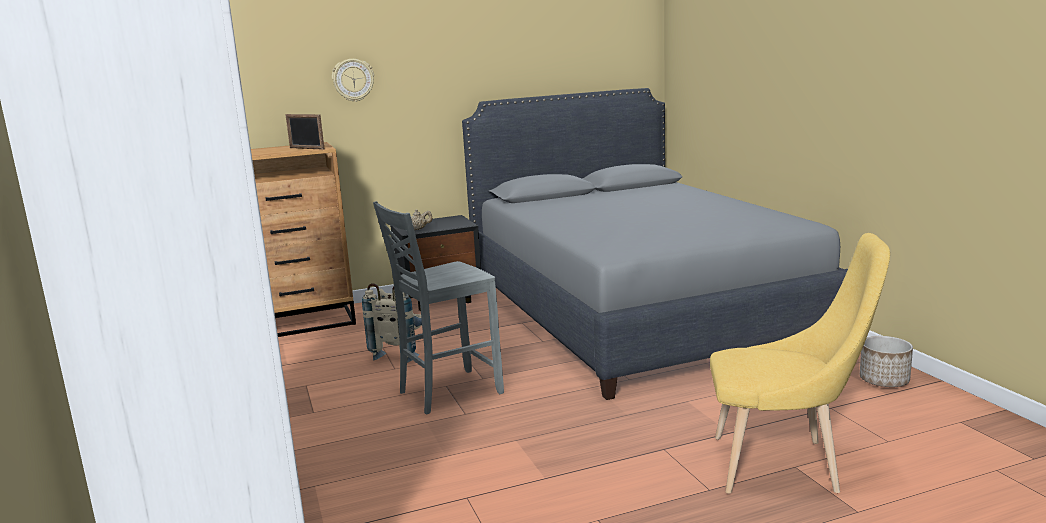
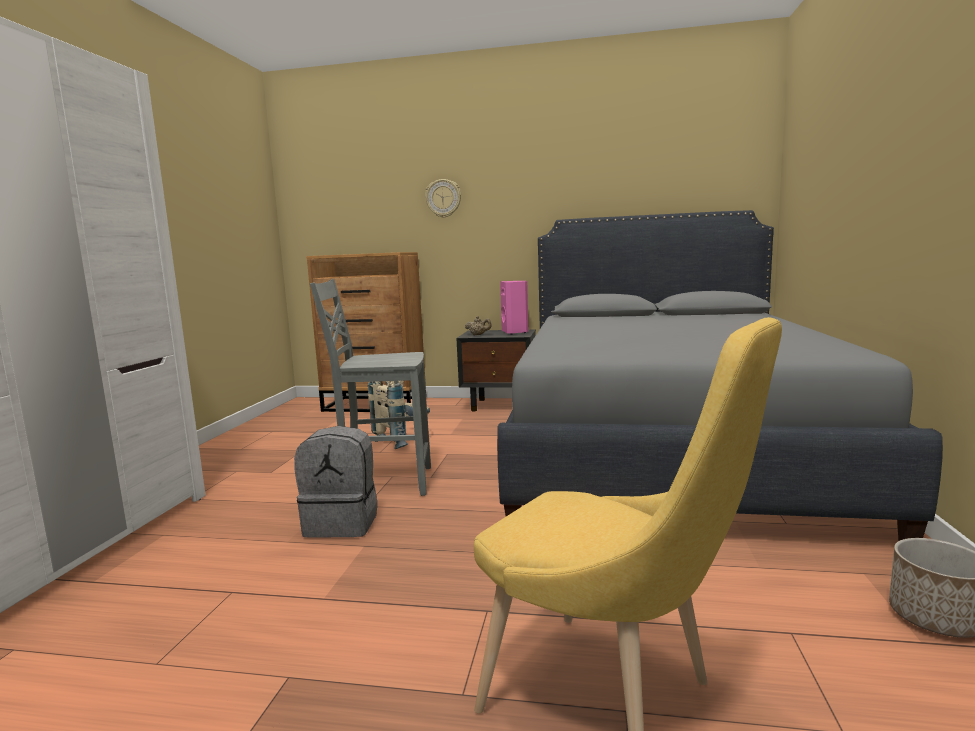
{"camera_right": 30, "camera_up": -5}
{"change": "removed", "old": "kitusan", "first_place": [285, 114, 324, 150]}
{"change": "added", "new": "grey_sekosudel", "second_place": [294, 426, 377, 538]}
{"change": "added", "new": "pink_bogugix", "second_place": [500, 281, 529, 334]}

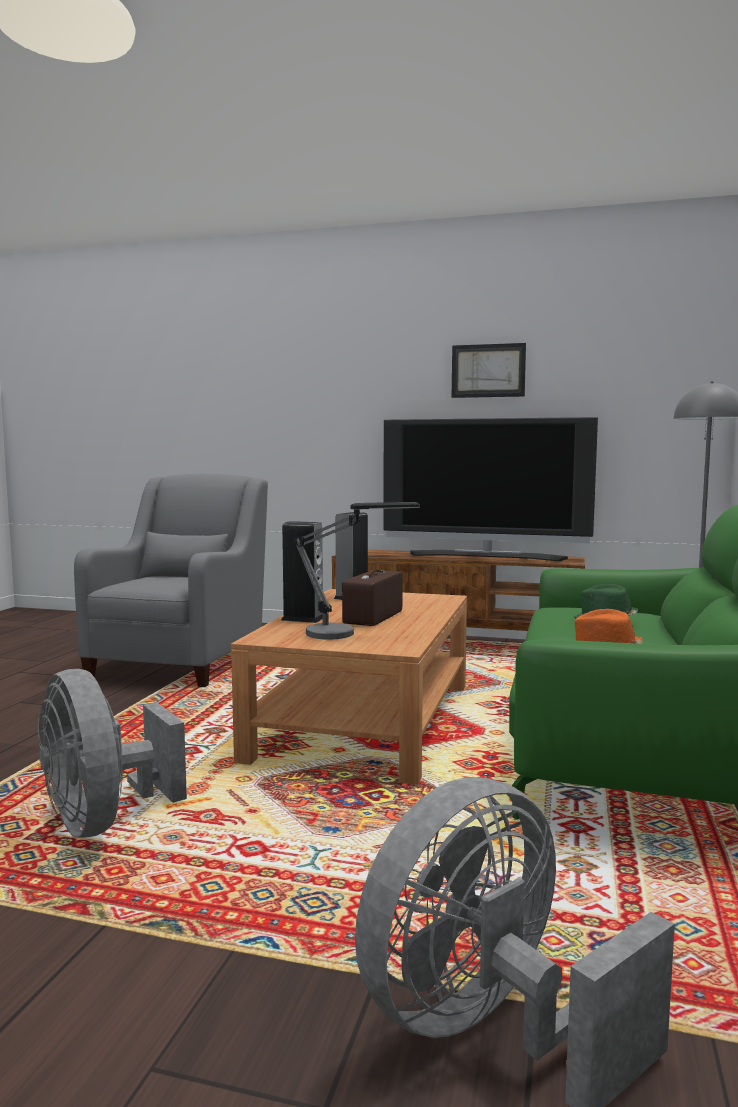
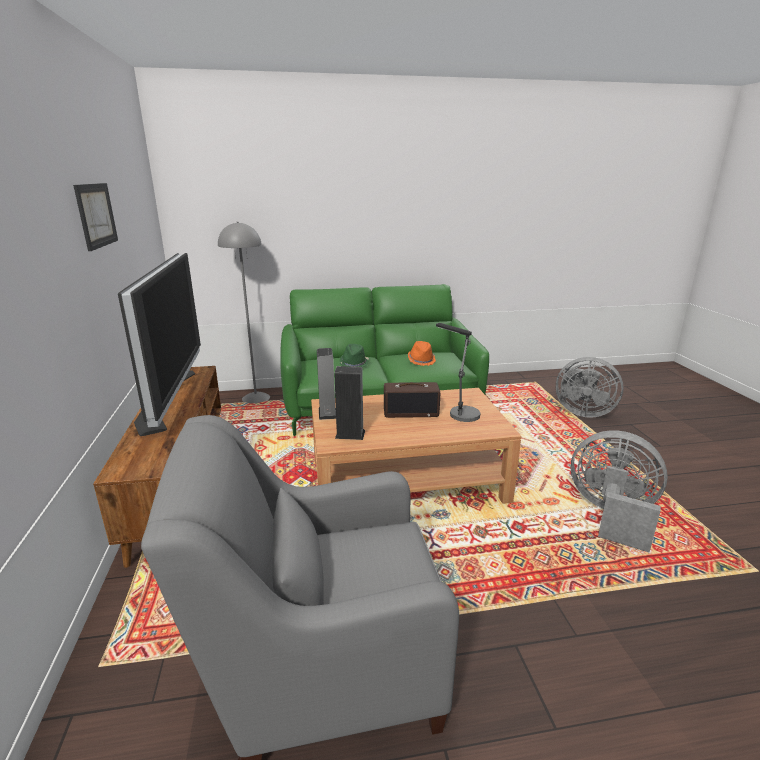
{"camera_right": -115, "camera_up": 15}
{"change": "moved", "old": "bogugix", "first_place": [281, 521, 323, 623], "second_place": [317, 348, 336, 420]}
{"change": "turned", "old": "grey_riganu", "first_place": [38, 669, 187, 838], "second_place": [571, 430, 668, 553], "degrees": -90}

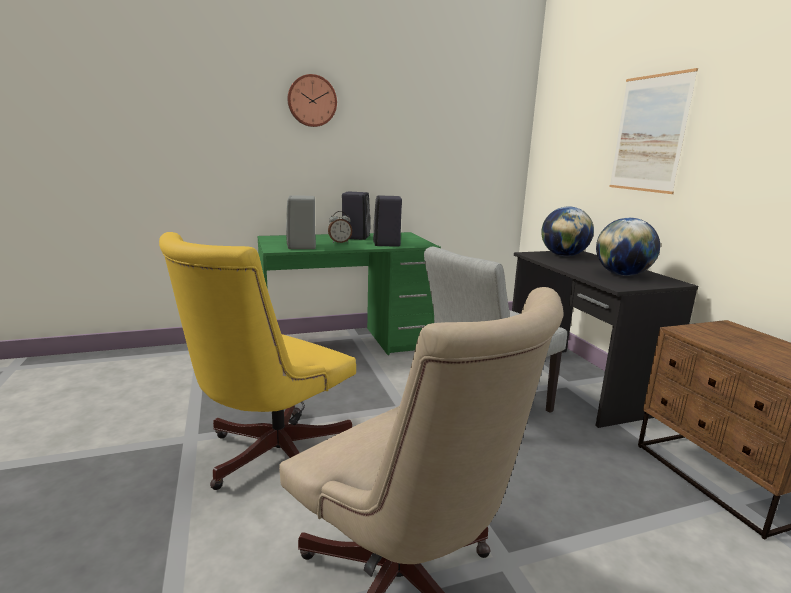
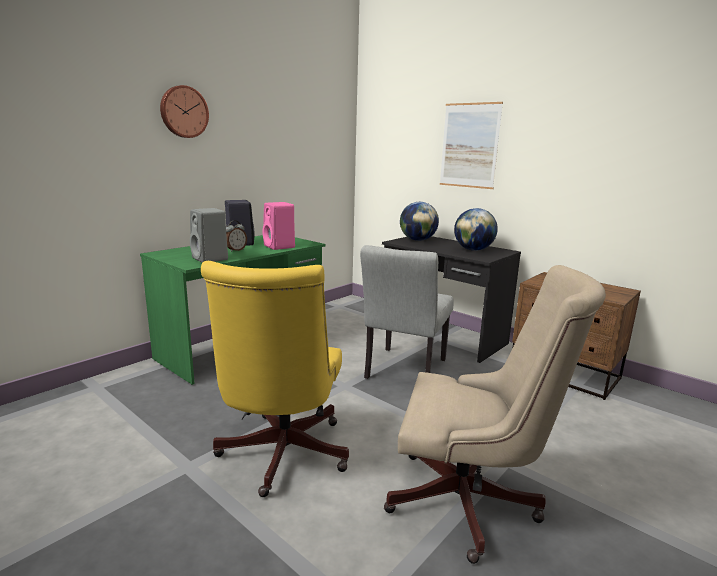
{"camera_right": -30, "camera_up": 0}
{"change": "recoloured", "old": "black_bogugix", "new": "pink_bogugix", "first_place": [373, 195, 402, 247], "second_place": [263, 202, 295, 250]}

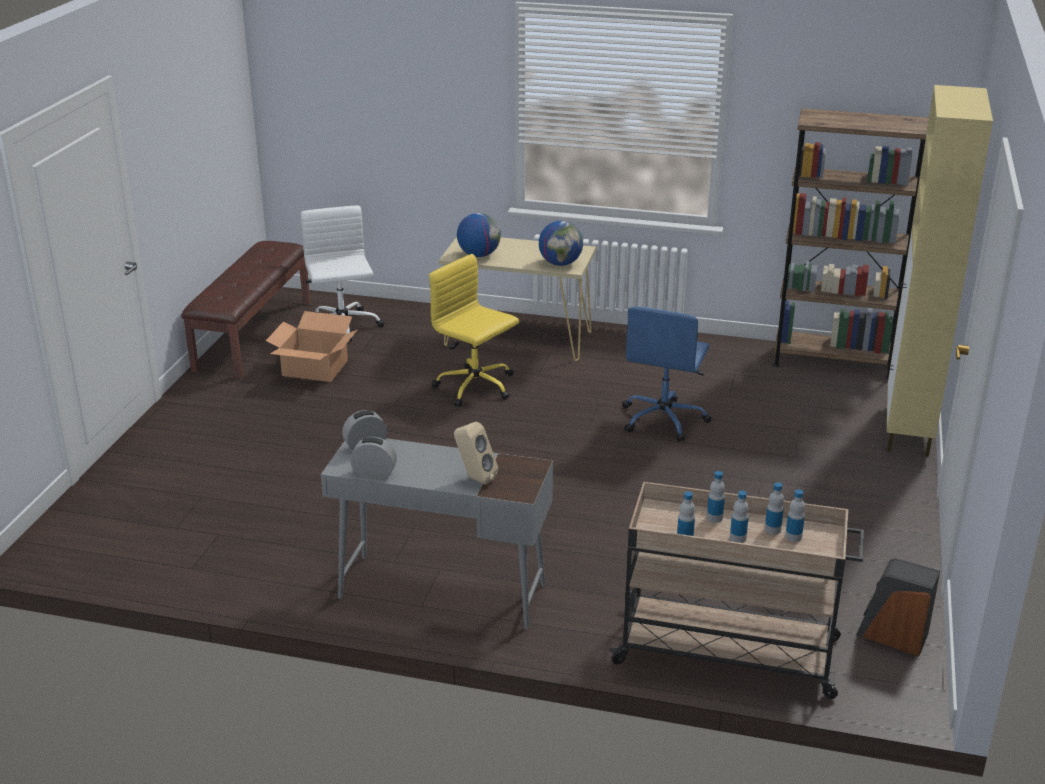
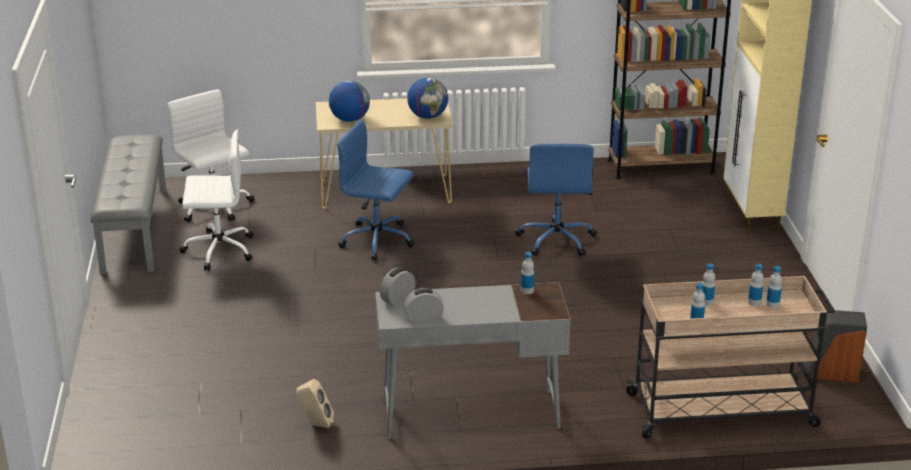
{"camera_right": -20, "camera_up": 0}
{"change": "moved", "old": "beige_bogugix", "first_place": [454, 422, 498, 485], "second_place": [296, 379, 334, 428]}
{"change": "moved", "old": "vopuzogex", "first_place": [730, 491, 749, 543], "second_place": [521, 252, 534, 294]}
{"change": "replaced", "old": "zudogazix", "new": "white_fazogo", "first_place": [266, 311, 358, 382], "second_place": [180, 129, 253, 271]}
{"change": "recoloured", "old": "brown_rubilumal", "new": "grey_rubilumal", "first_place": [181, 241, 310, 379], "second_place": [91, 134, 166, 274]}
{"change": "recoloured", "old": "yellow_fazogo", "new": "blue_fazogo", "first_place": [429, 254, 519, 407], "second_place": [337, 119, 414, 261]}

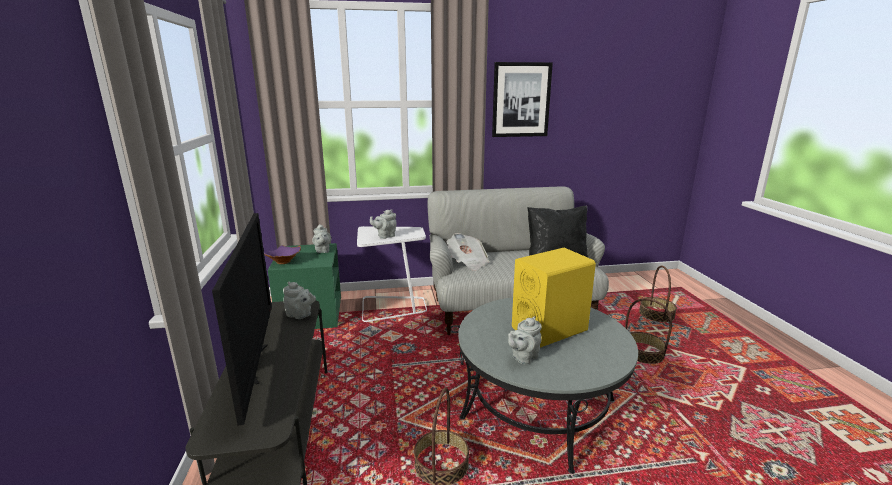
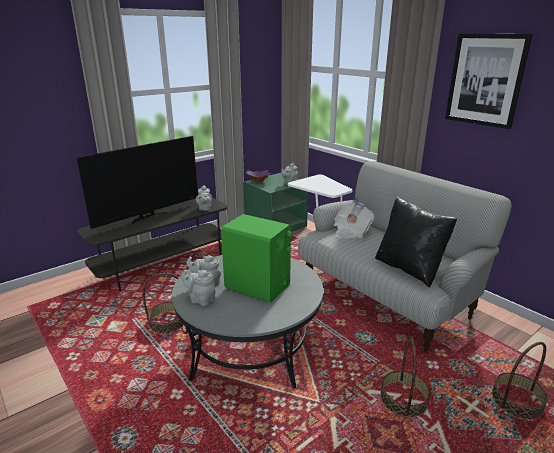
{"camera_right": 60, "camera_up": 5}
{"change": "moved", "old": "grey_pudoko", "first_place": [370, 209, 397, 239], "second_place": [181, 270, 216, 306]}
{"change": "recoloured", "old": "yellow_bogugix", "new": "green_bogugix", "first_place": [512, 248, 596, 348], "second_place": [221, 214, 293, 302]}

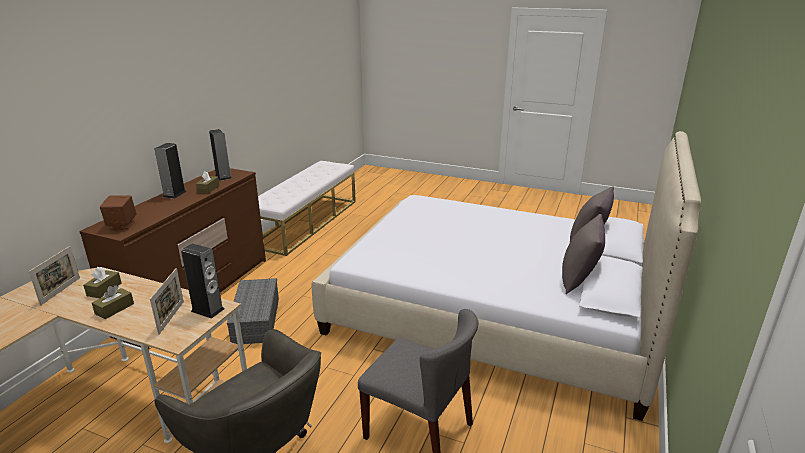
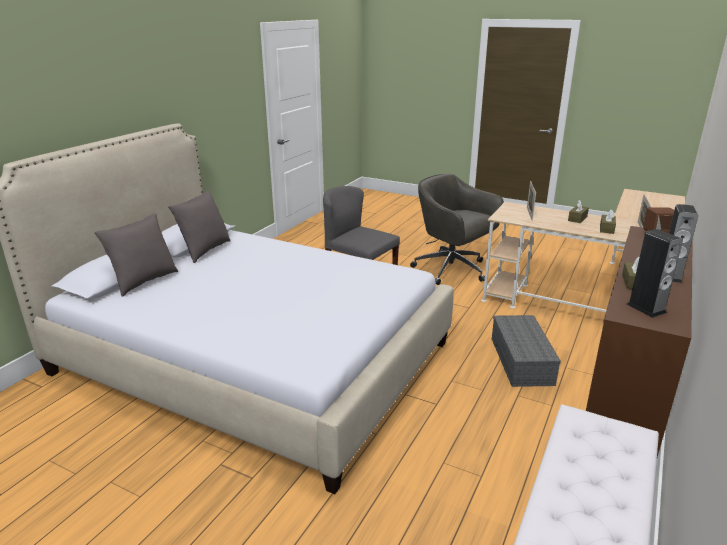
{"camera_right": -175, "camera_up": 0}
{"change": "removed", "old": "bogugix", "first_place": [181, 244, 224, 319]}

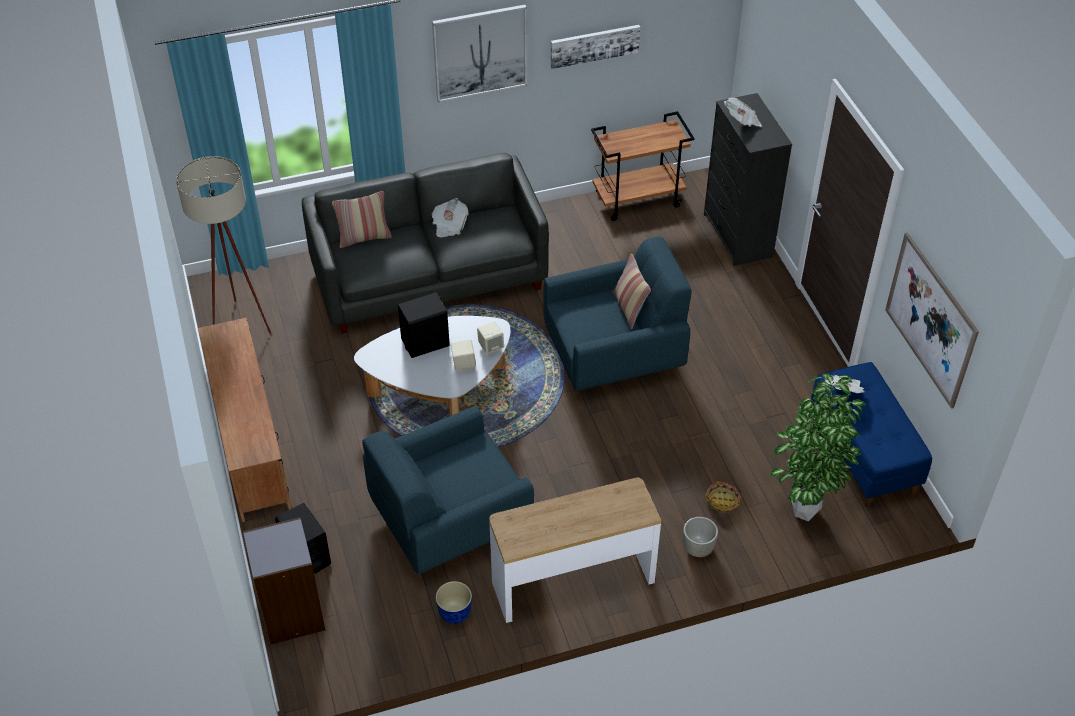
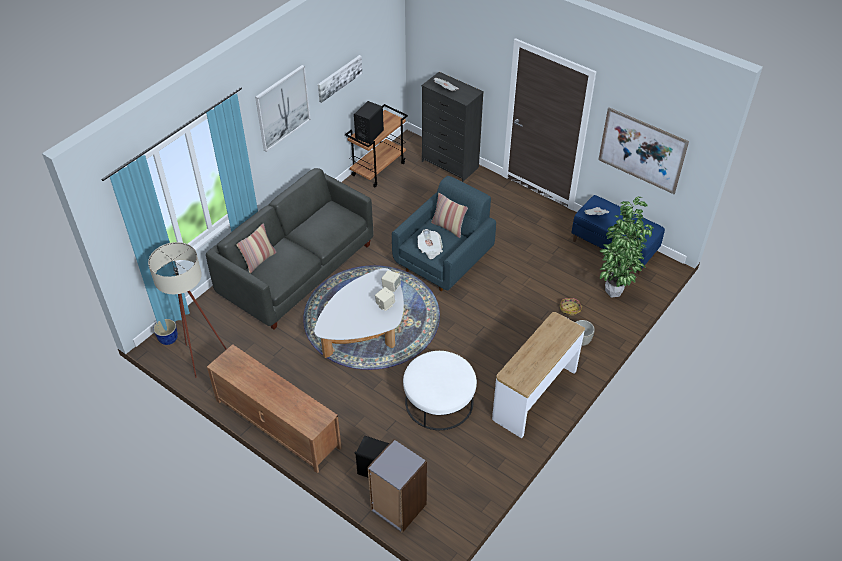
{"camera_right": -35, "camera_up": 0}
{"change": "moved", "old": "black_bogugix", "first_place": [398, 292, 450, 358], "second_place": [354, 101, 384, 144]}
{"change": "moved", "old": "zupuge", "first_place": [431, 198, 469, 237], "second_place": [417, 229, 443, 259]}
{"change": "moved", "old": "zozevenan", "first_place": [436, 581, 472, 624], "second_place": [154, 319, 178, 345]}
{"change": "replaced", "old": "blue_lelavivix", "new": "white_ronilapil", "first_place": [362, 405, 534, 574], "second_place": [403, 351, 477, 430]}

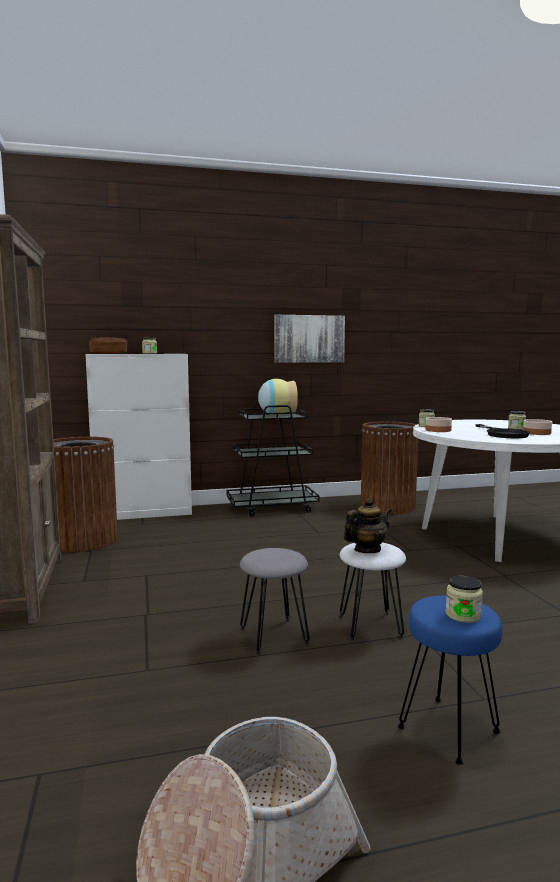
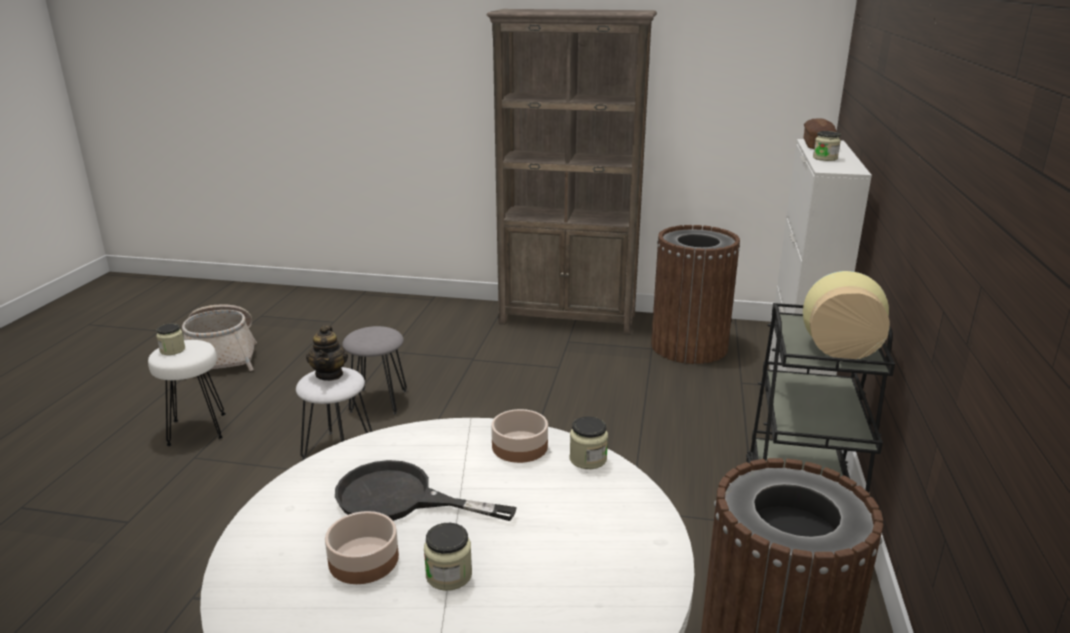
{"camera_right": 115, "camera_up": 15}
{"change": "removed", "old": "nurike", "first_place": [274, 315, 345, 363]}
{"change": "recoloured", "old": "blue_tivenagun", "new": "white_tivenagun", "first_place": [398, 595, 502, 765], "second_place": [148, 340, 226, 446]}

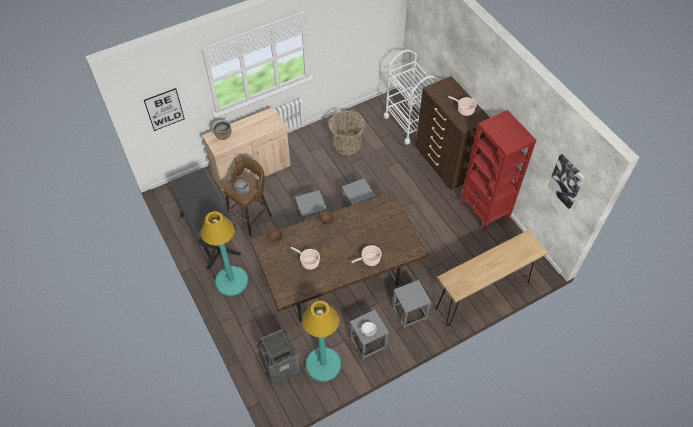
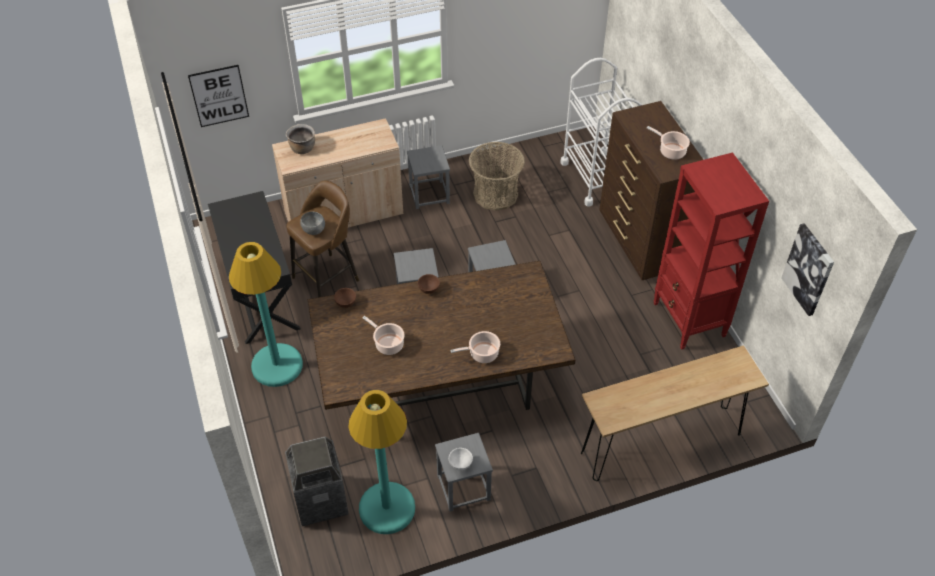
{"camera_right": 10, "camera_up": -5}
{"change": "moved", "old": "grey_tivenagun", "first_place": [392, 280, 431, 329], "second_place": [407, 145, 450, 209]}

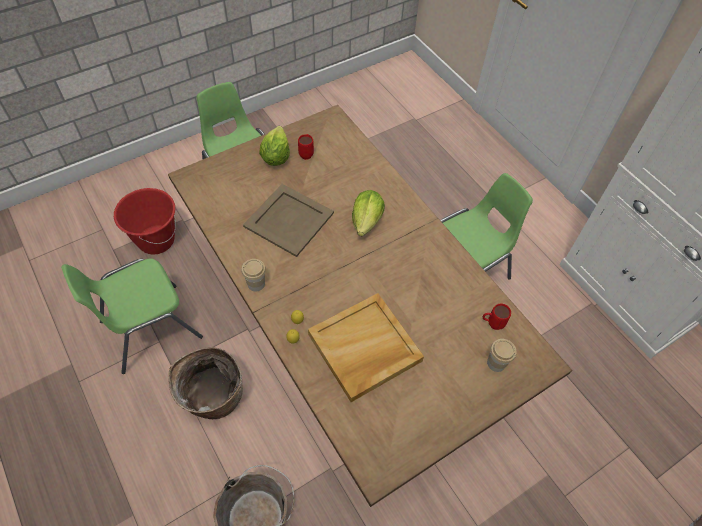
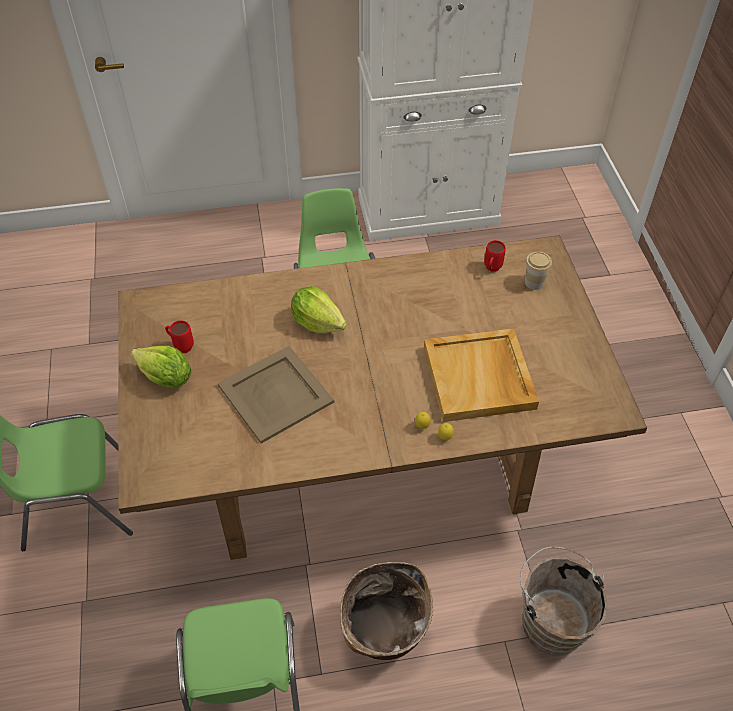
{"camera_right": -65, "camera_up": -5}
{"change": "removed", "old": "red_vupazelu", "first_place": [114, 188, 176, 254]}
{"change": "removed", "old": "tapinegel", "first_place": [242, 259, 266, 291]}

